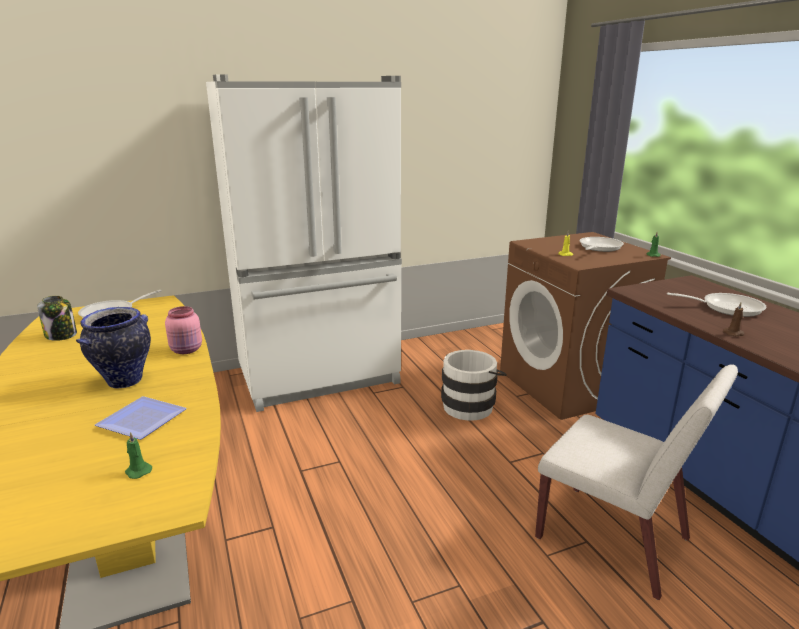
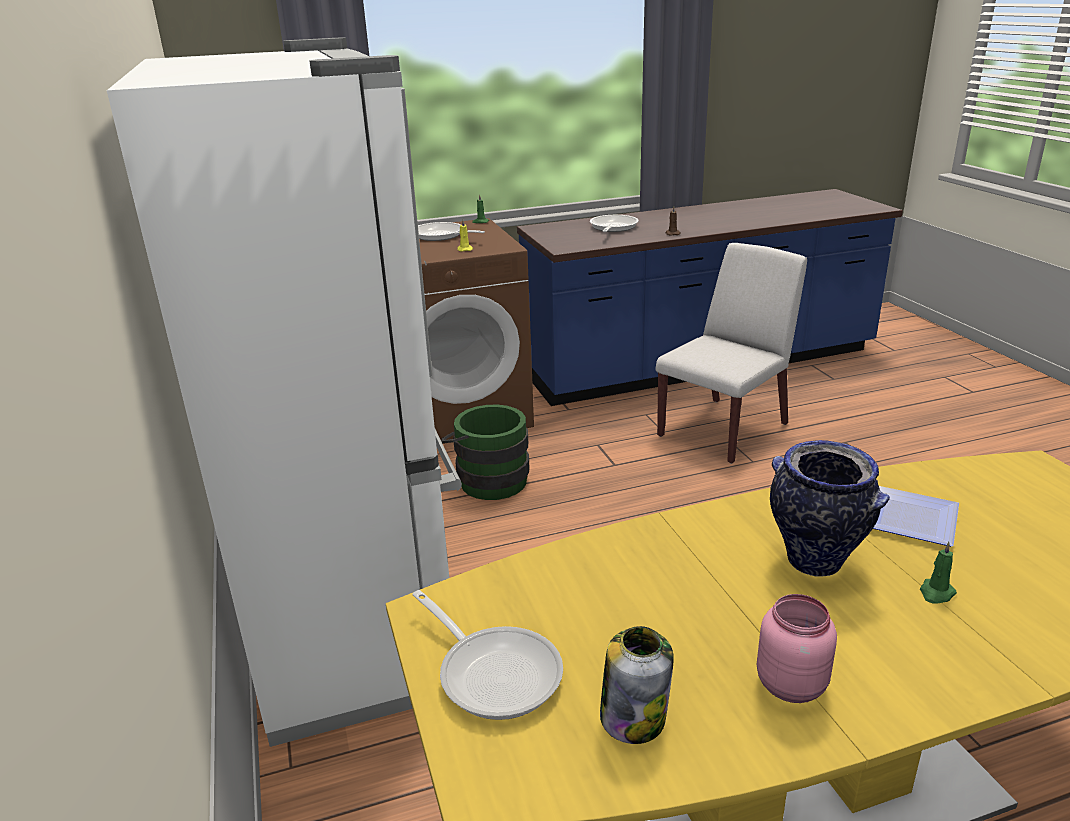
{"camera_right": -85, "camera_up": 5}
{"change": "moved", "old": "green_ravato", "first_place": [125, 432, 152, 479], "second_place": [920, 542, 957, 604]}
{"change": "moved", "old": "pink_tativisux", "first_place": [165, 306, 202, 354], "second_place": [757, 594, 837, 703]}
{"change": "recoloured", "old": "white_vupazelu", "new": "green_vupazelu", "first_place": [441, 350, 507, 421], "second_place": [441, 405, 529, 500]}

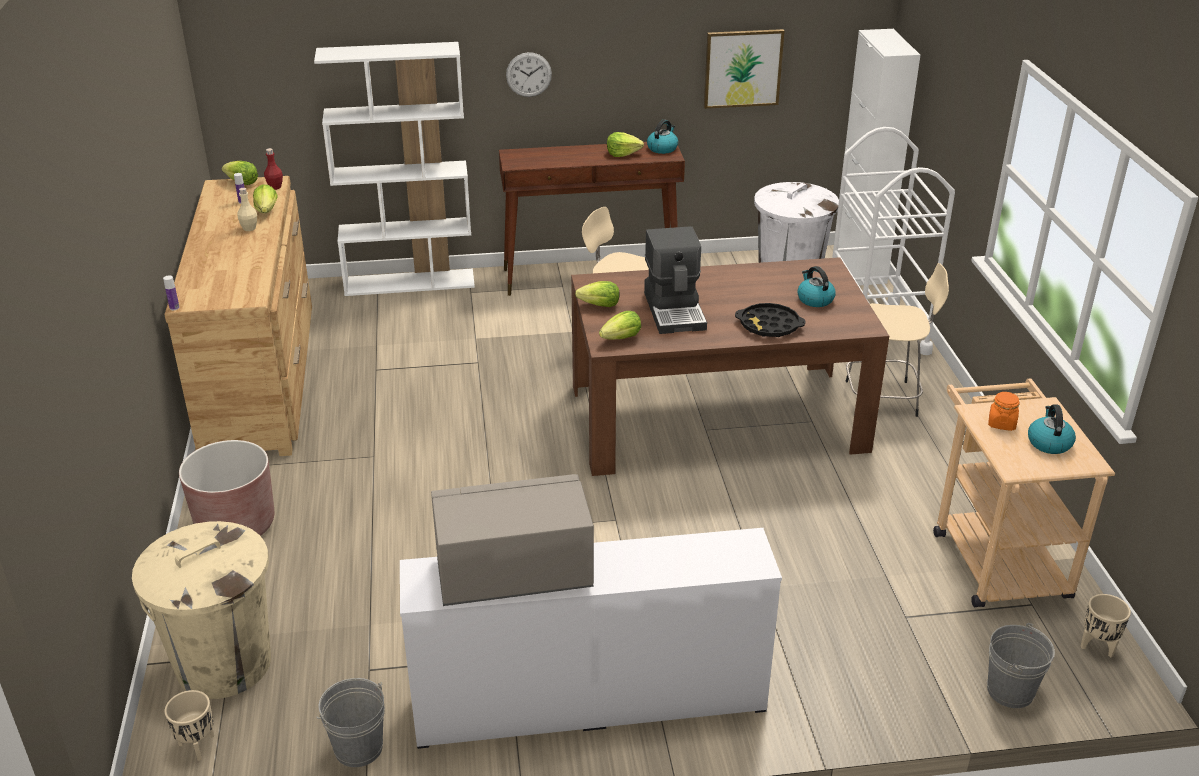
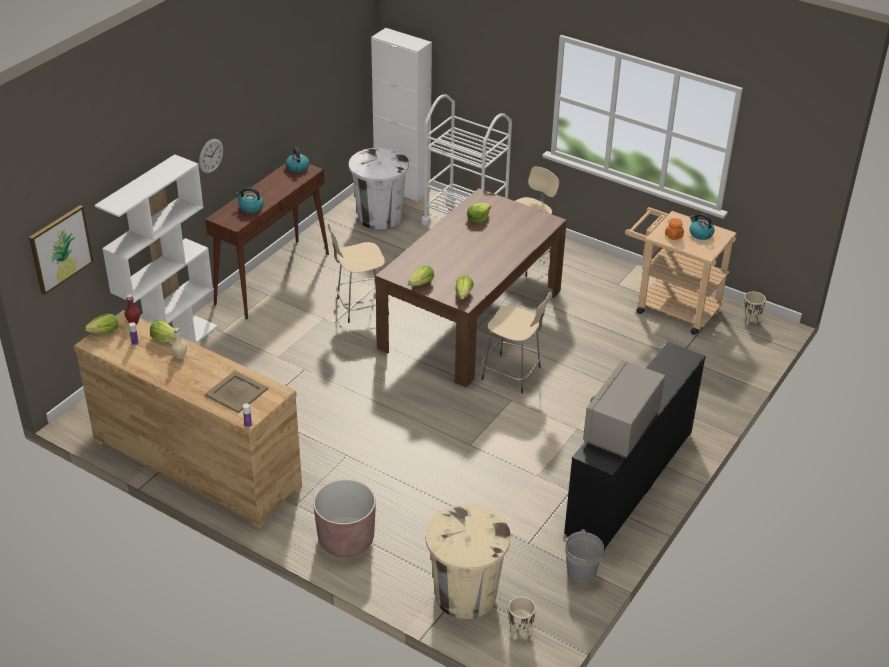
{"camera_right": -50, "camera_up": 5}
{"change": "removed", "old": "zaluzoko", "first_place": [644, 226, 707, 334]}
{"change": "removed", "old": "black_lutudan", "first_place": [735, 303, 805, 337]}
{"change": "removed", "old": "grey_vupazelu", "first_place": [987, 623, 1055, 708]}
{"change": "added", "new": "beige_lutudan", "second_place": [205, 371, 268, 413]}
{"change": "added", "new": "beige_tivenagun", "second_place": [482, 292, 552, 393]}
{"change": "moved", "old": "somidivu", "first_place": [607, 132, 644, 157], "second_place": [467, 203, 491, 224]}
{"change": "moved", "old": "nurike", "first_place": [704, 29, 785, 109], "second_place": [29, 205, 94, 295]}
{"change": "moved", "old": "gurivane", "first_place": [797, 266, 836, 307], "second_place": [235, 187, 264, 213]}
{"change": "recoloured", "old": "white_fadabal", "new": "black_fadabal", "first_place": [400, 528, 782, 749], "second_place": [564, 342, 706, 552]}

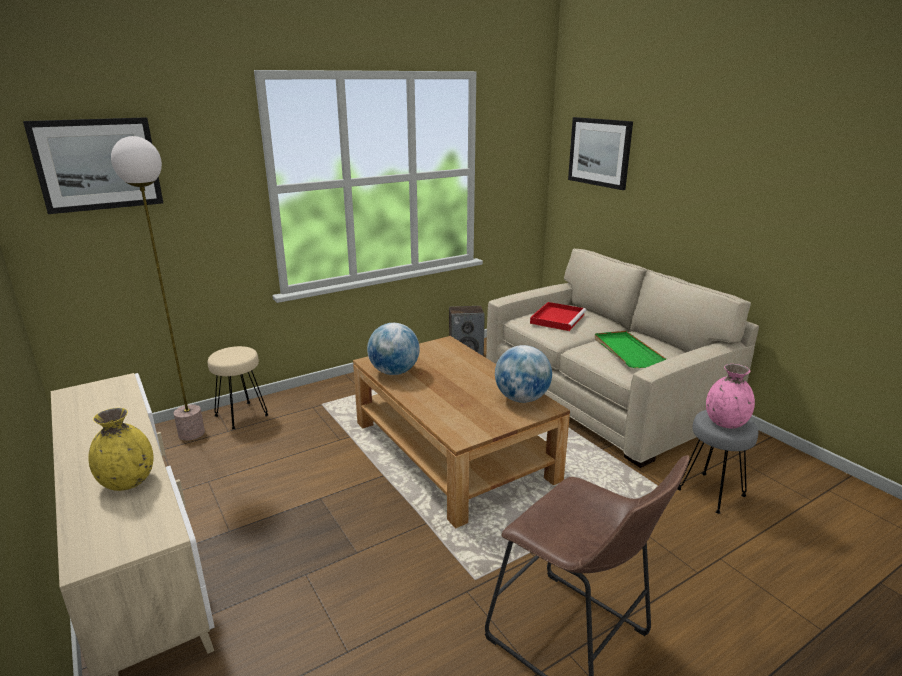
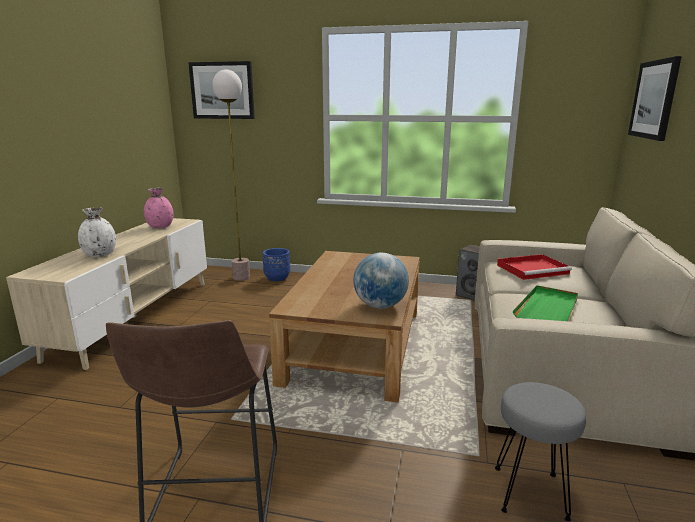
{"camera_right": 45, "camera_up": -5}
{"change": "removed", "old": "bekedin", "first_place": [367, 323, 420, 375]}
{"change": "moved", "old": "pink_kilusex", "first_place": [706, 364, 755, 428], "second_place": [144, 188, 174, 228]}
{"change": "replaced", "old": "beige_tivenagun", "new": "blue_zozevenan", "first_place": [208, 346, 269, 429], "second_place": [263, 248, 290, 281]}
{"change": "recoloured", "old": "yellow_kilusex", "new": "white_kilusex", "first_place": [88, 408, 154, 491], "second_place": [78, 207, 116, 257]}

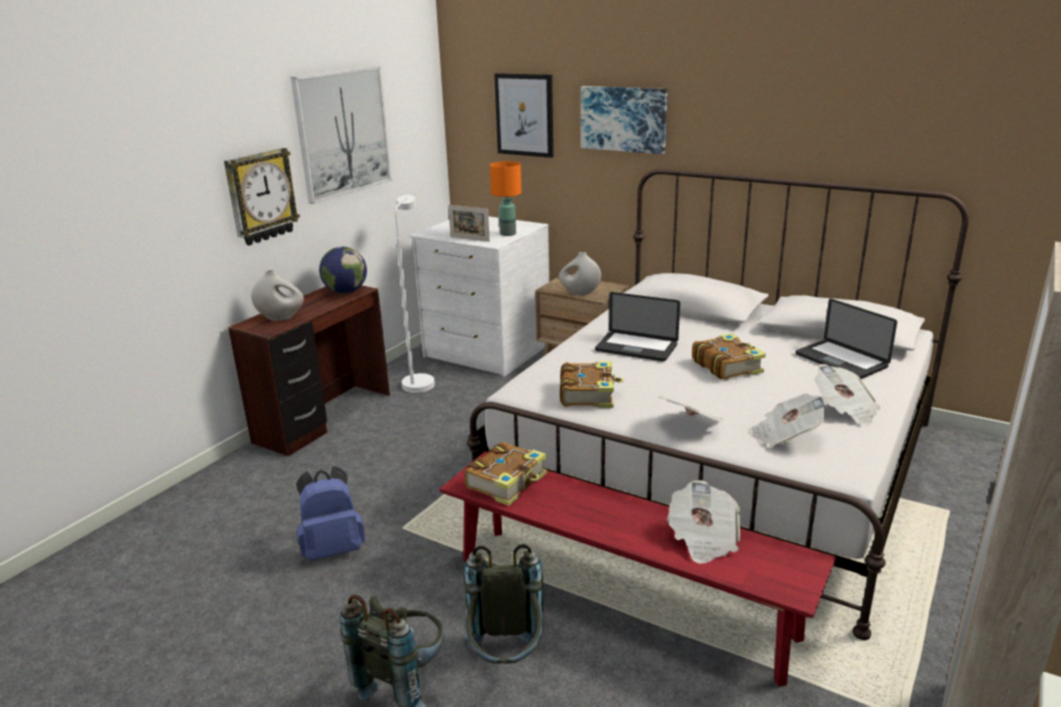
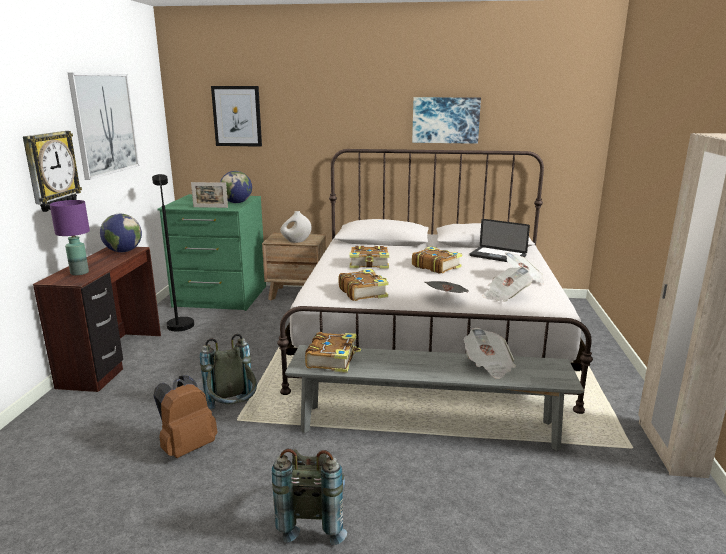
{"camera_right": -25, "camera_up": -5}
{"change": "moved", "old": "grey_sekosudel", "first_place": [464, 544, 544, 664], "second_place": [200, 334, 257, 409]}
{"change": "moved", "old": "nurike", "first_place": [581, 86, 668, 154], "second_place": [412, 97, 481, 144]}
{"change": "replaced", "old": "white_kilusex", "new": "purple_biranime", "first_place": [251, 270, 304, 321], "second_place": [50, 200, 90, 275]}
{"change": "replaced", "old": "orange_biranime", "new": "bekedin", "first_place": [490, 161, 522, 236], "second_place": [220, 171, 252, 203]}
{"change": "replaced", "old": "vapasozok", "new": "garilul", "first_place": [595, 292, 680, 362], "second_place": [349, 246, 389, 268]}
{"change": "recoloured", "old": "blue_sekosudel", "new": "brown_sekosudel", "first_place": [296, 466, 365, 561], "second_place": [153, 375, 218, 458]}
{"change": "recoloured", "old": "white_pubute", "new": "black_pubute", "first_place": [395, 195, 435, 393], "second_place": [152, 174, 194, 331]}
{"change": "recoloured", "old": "white_fadabal", "new": "green_fadabal", "first_place": [409, 216, 549, 377], "second_place": [157, 194, 266, 311]}
{"change": "recoloured", "old": "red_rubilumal", "new": "grey_rubilumal", "first_place": [440, 452, 836, 686], "second_place": [285, 345, 584, 451]}

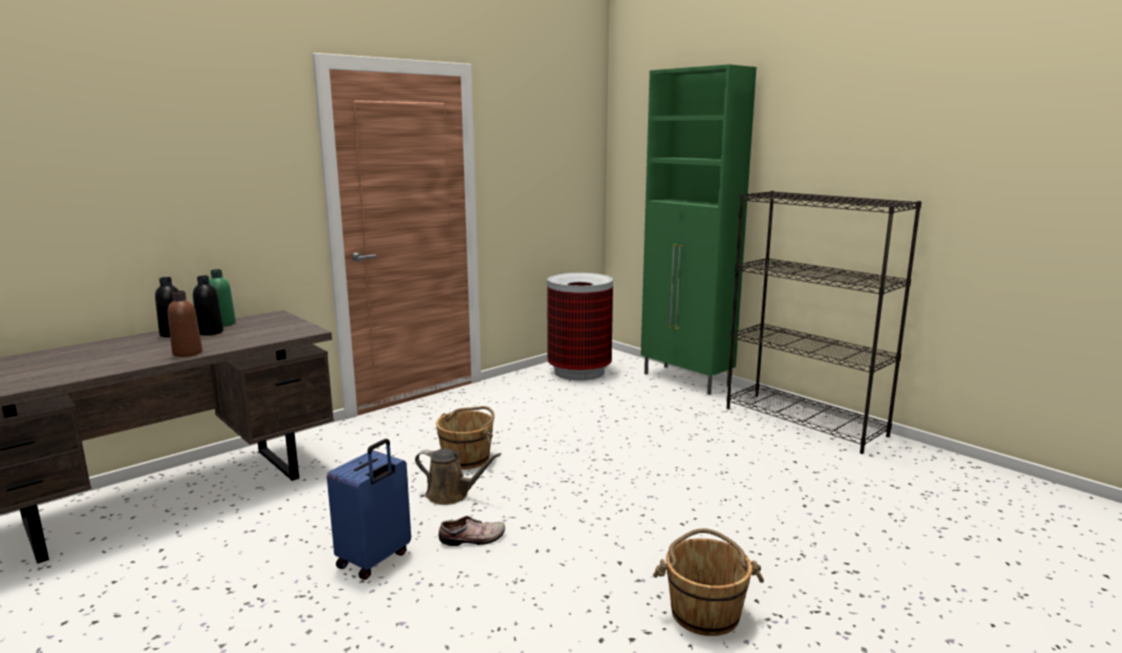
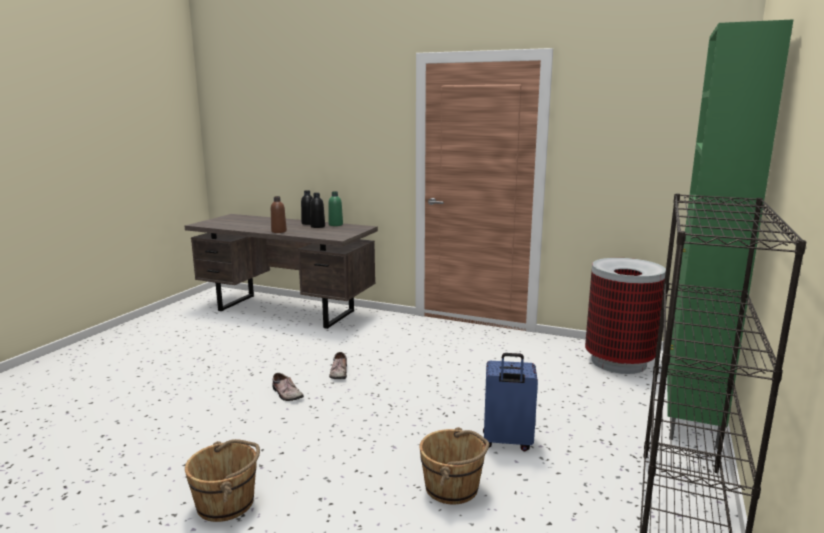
{"camera_right": 65, "camera_up": 0}
{"change": "moved", "old": "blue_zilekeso", "first_place": [327, 439, 411, 580], "second_place": [483, 353, 538, 451]}
{"change": "moved", "old": "brown_vupazelu", "first_place": [436, 406, 495, 469], "second_place": [419, 427, 489, 505]}
{"change": "replaced", "old": "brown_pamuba", "new": "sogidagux", "first_place": [415, 449, 501, 505], "second_place": [329, 352, 347, 379]}

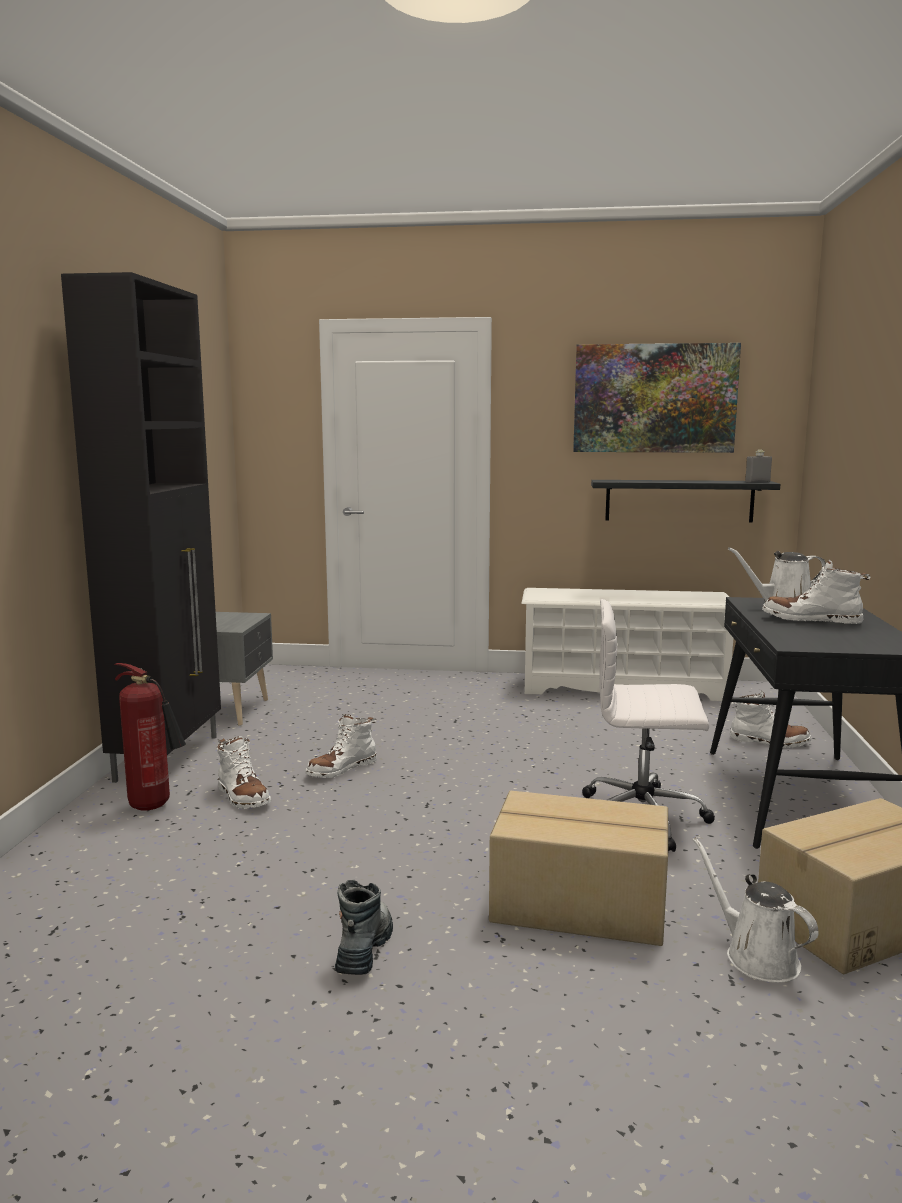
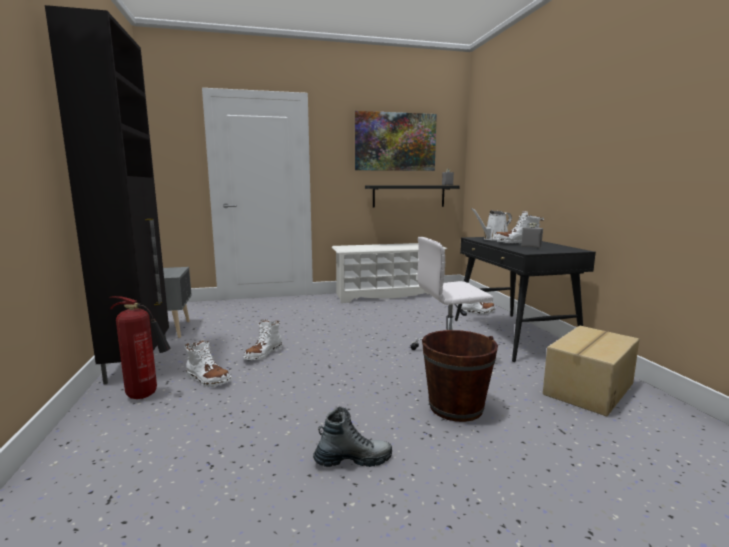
{"camera_right": -20, "camera_up": 0}
{"change": "removed", "old": "white_pamuba", "first_place": [692, 837, 818, 983]}
{"change": "added", "new": "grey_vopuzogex", "second_place": [521, 222, 543, 248]}
{"change": "replaced", "old": "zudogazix", "new": "brown_vupazelu", "first_place": [489, 791, 668, 946], "second_place": [422, 330, 498, 422]}
{"change": "turned", "old": "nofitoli", "first_place": [335, 879, 393, 975], "second_place": [313, 406, 392, 467], "degrees": 90}

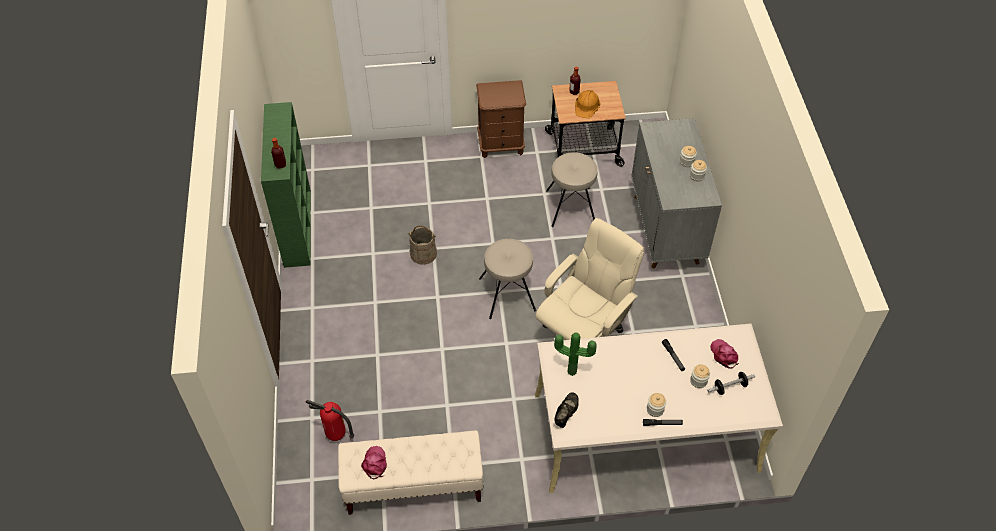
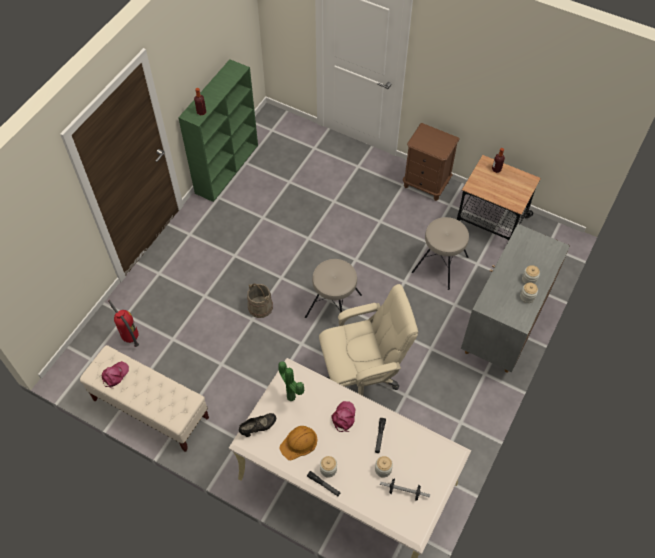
{"camera_right": 35, "camera_up": 5}
{"change": "moved", "old": "beige_vupazelu", "first_place": [407, 225, 437, 265], "second_place": [247, 283, 273, 318]}
{"change": "moved", "old": "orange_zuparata", "first_place": [575, 90, 601, 118], "second_place": [279, 426, 318, 460]}
{"change": "moved", "old": "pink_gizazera", "first_place": [710, 339, 739, 369], "second_place": [331, 401, 355, 432]}

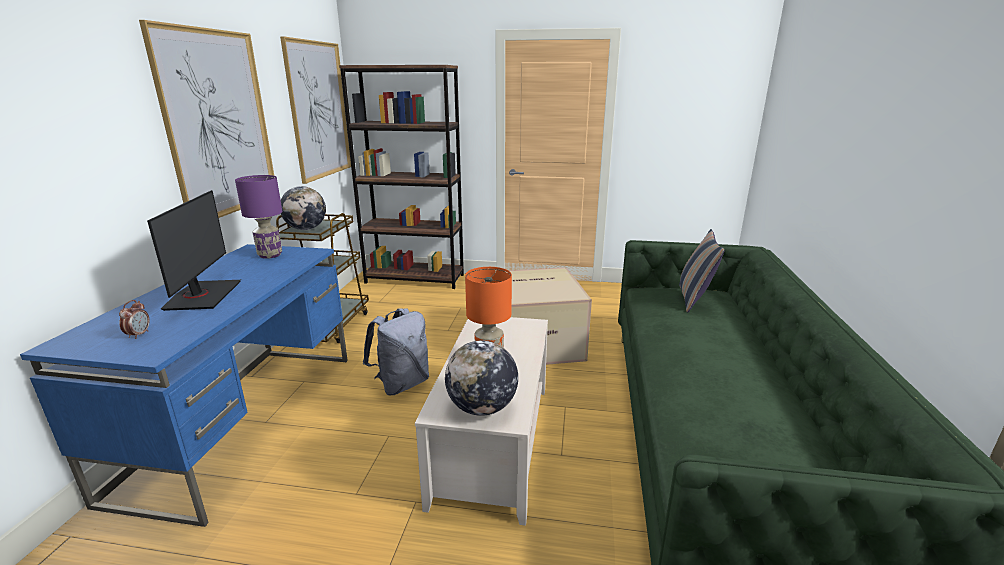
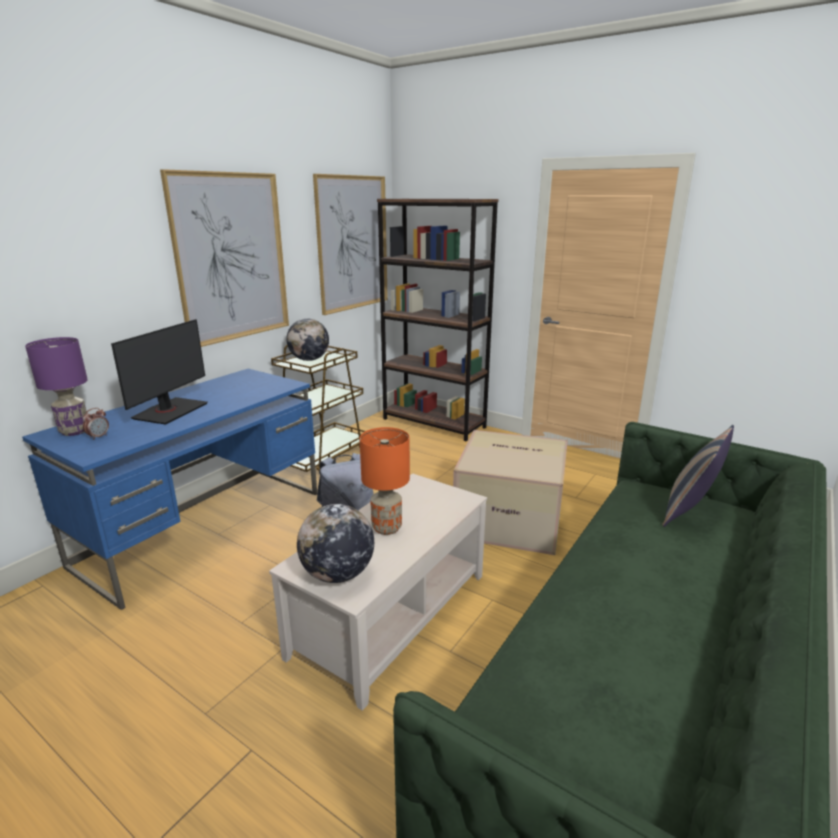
{"camera_right": 25, "camera_up": 0}
{"change": "moved", "old": "purple_biranime", "first_place": [235, 175, 282, 259], "second_place": [25, 337, 88, 436]}

